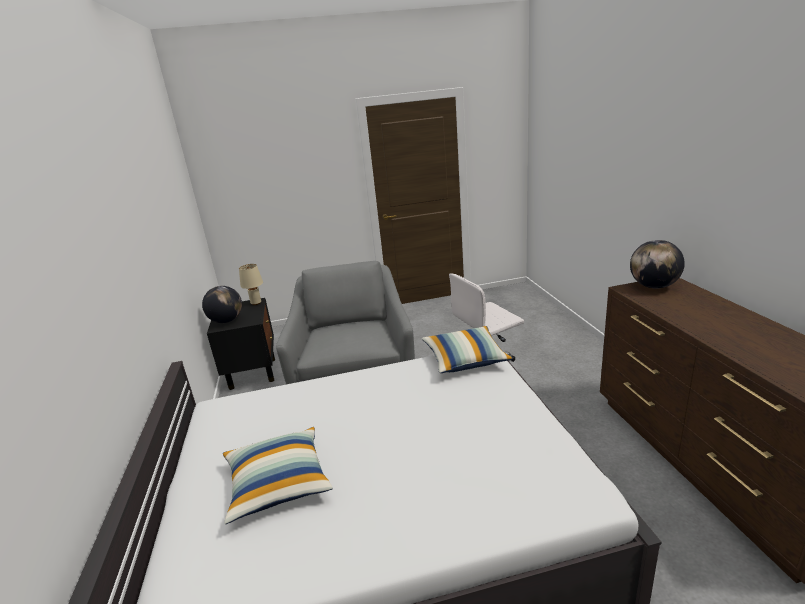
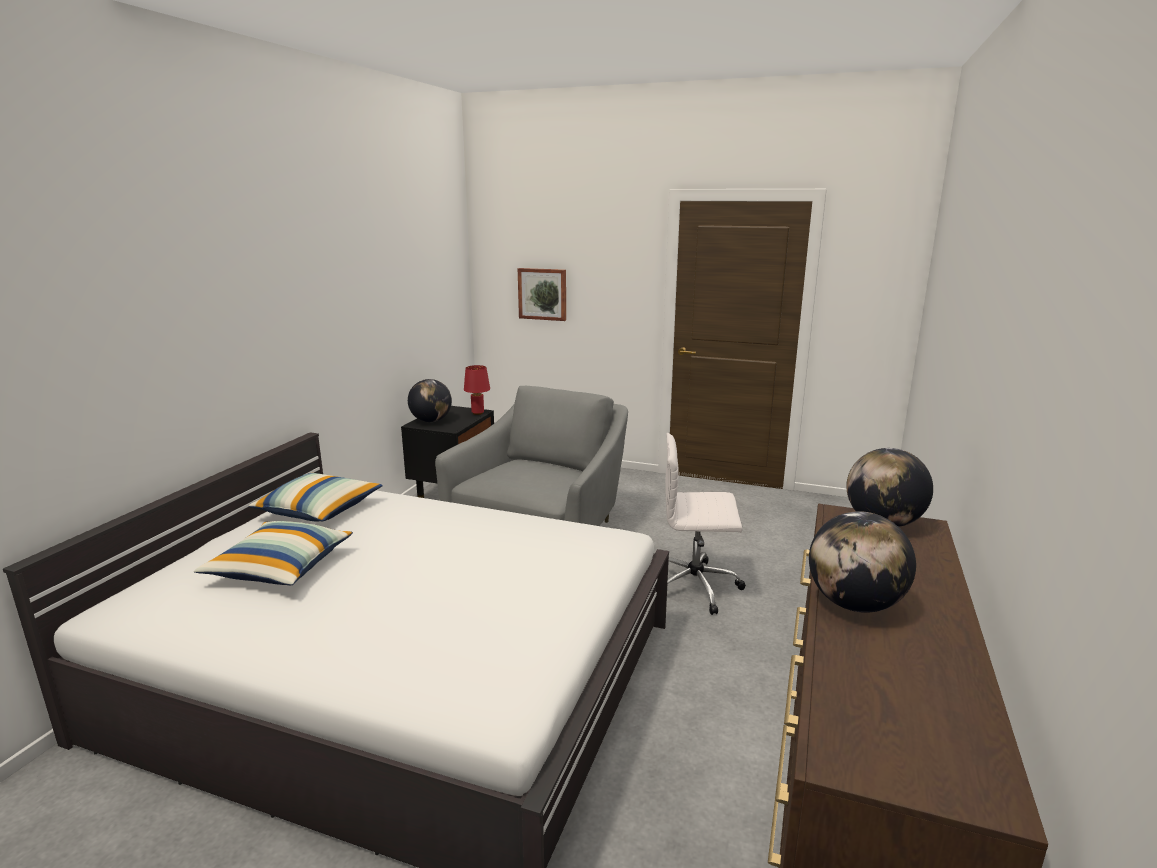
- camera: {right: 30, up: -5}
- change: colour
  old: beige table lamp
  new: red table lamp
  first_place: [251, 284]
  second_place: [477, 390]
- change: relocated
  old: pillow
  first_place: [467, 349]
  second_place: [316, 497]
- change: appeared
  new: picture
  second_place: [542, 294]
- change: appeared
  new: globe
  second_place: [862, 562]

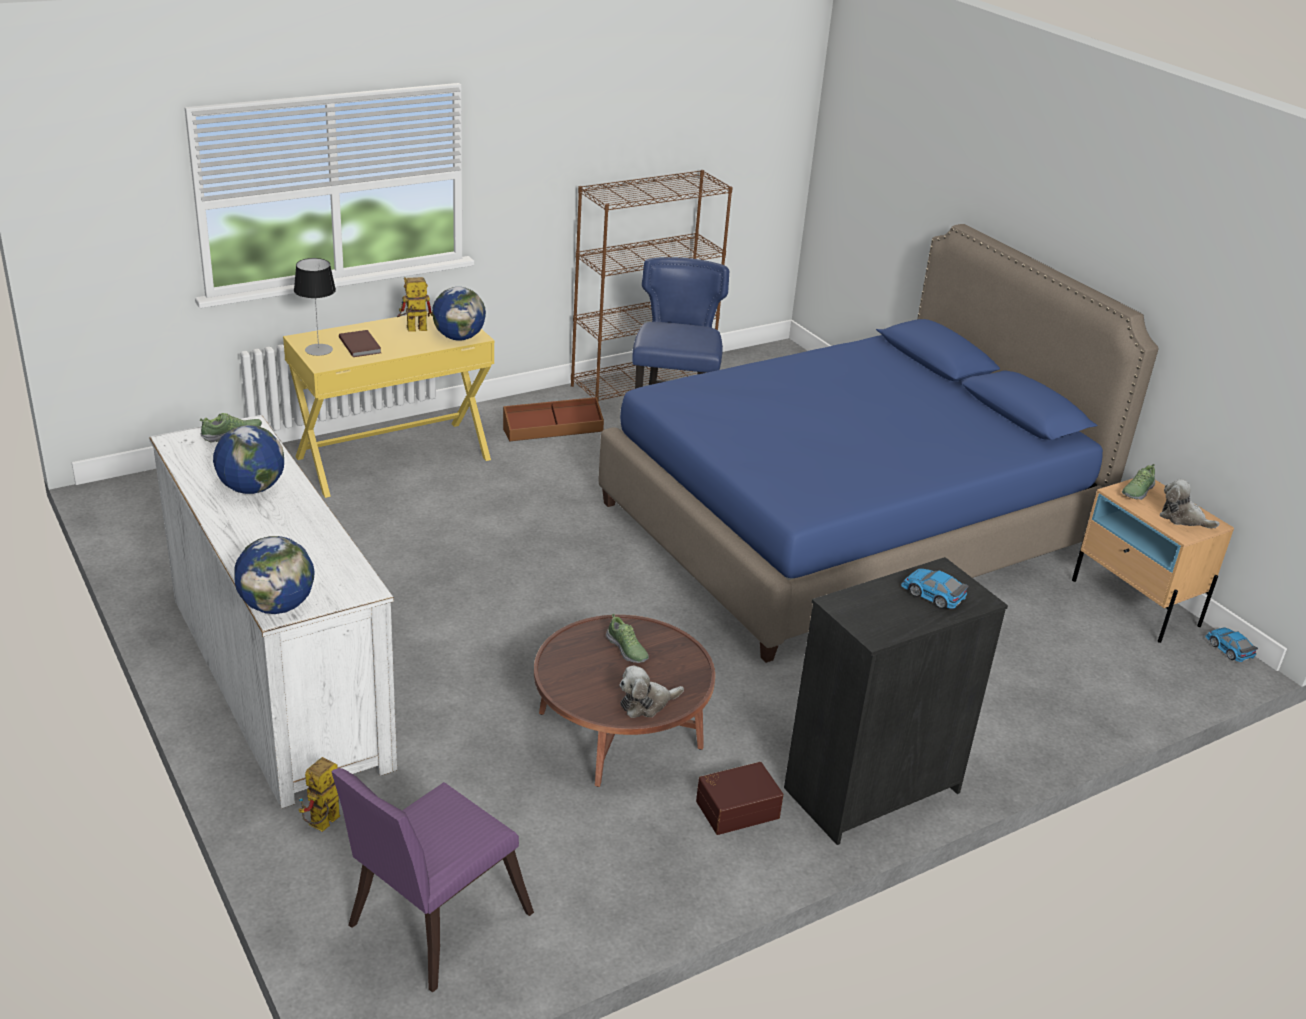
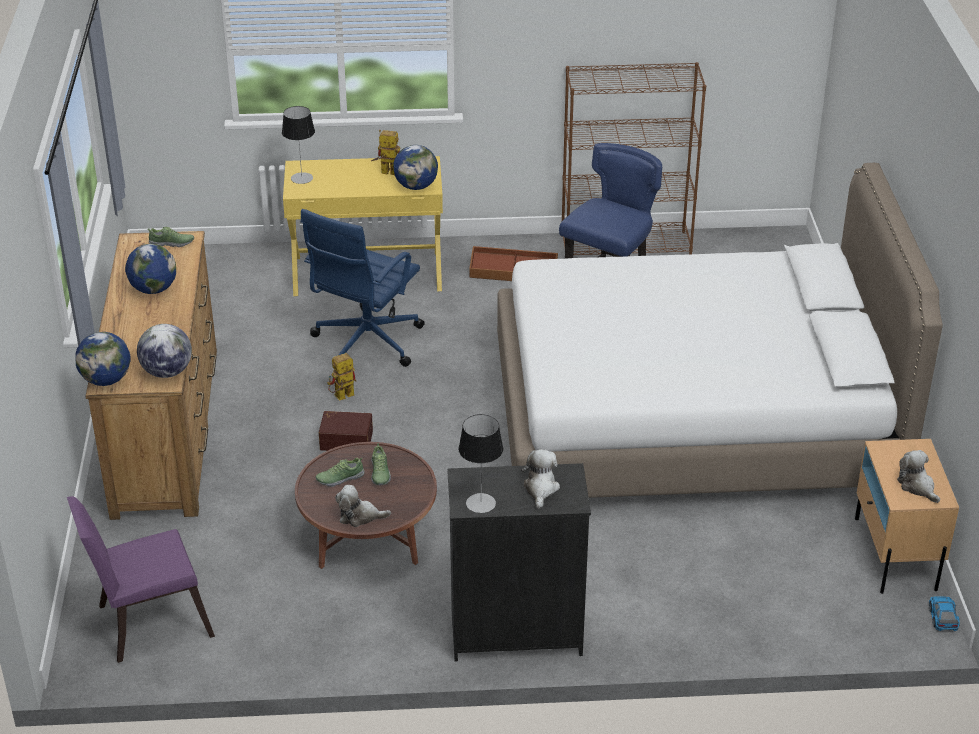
- camera: {right: 30, up: 5}
- change: colour
  old: white dresser
  new: brown dresser
  first_place: [273, 611]
  second_place: [151, 375]
- change: relocated
  old: toy robot
  first_place: [319, 794]
  second_place: [342, 377]
- change: missing
  old: brown book
  first_place: [360, 343]
- change: colour
  old: blue bed
  new: white bed
  first_place: [878, 443]
  second_place: [720, 330]
- change: relocated
  old: brown storage box
  first_place: [739, 798]
  second_place: [346, 431]
- change: exchanged
  old: toy car
  new: plush toy
  first_place: [934, 588]
  second_place: [540, 479]
- change: relocated
  old: shoe
  first_place: [1138, 482]
  second_place: [340, 472]
- change: appeared
  new: globe
  second_place: [164, 351]
- change: appeared
  new: blue office chair
  second_place: [363, 288]
- change: appeared
  new: table lamp
  second_place: [480, 463]

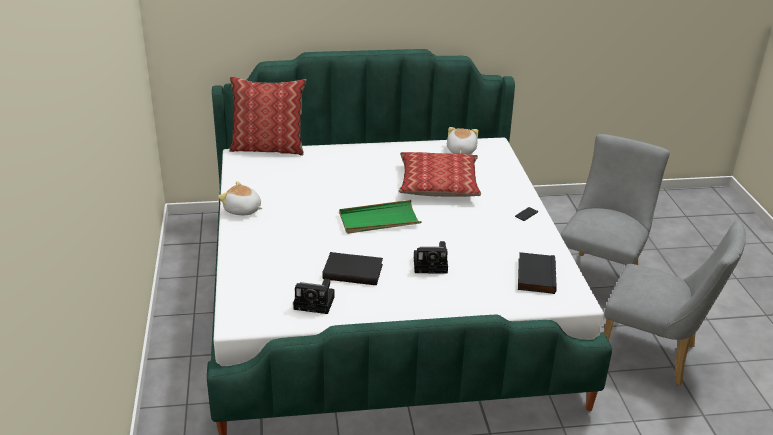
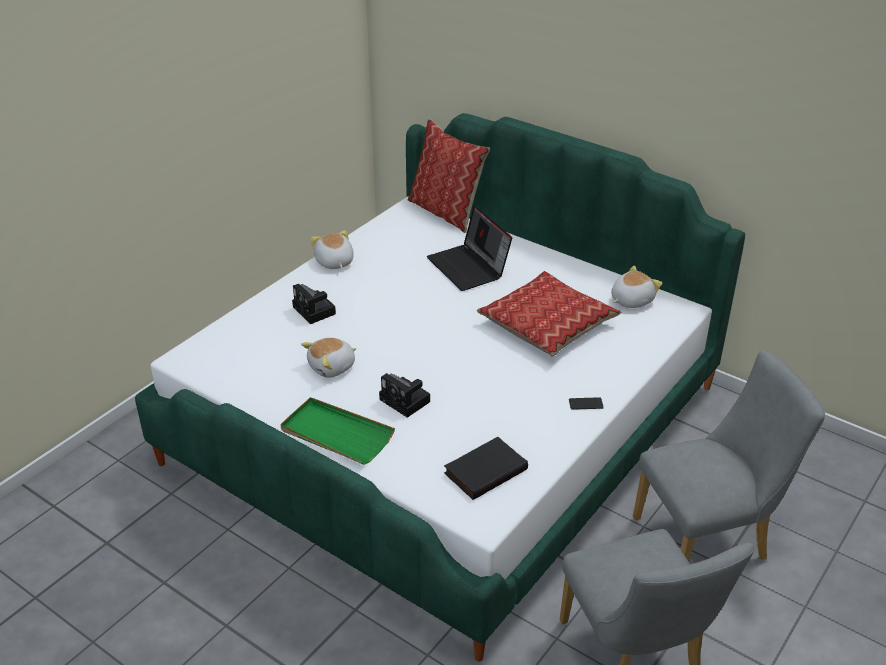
- camera: {right: 45, up: 5}
- change: relocated
  old: photo camera
  first_place: [314, 296]
  second_place: [314, 304]
- change: exchanged
  old: black book
  new: plush toy
  first_place: [352, 268]
  second_place: [329, 358]
- change: relocated
  old: green tray
  first_place: [380, 217]
  second_place: [338, 431]
- change: appeared
  new: laptop
  second_place: [469, 248]

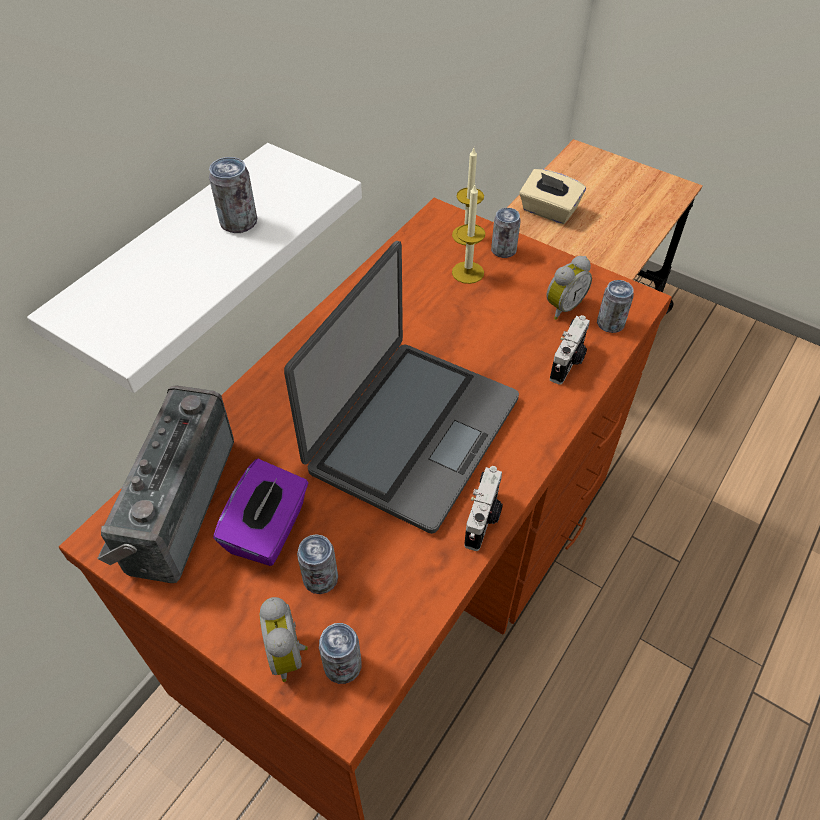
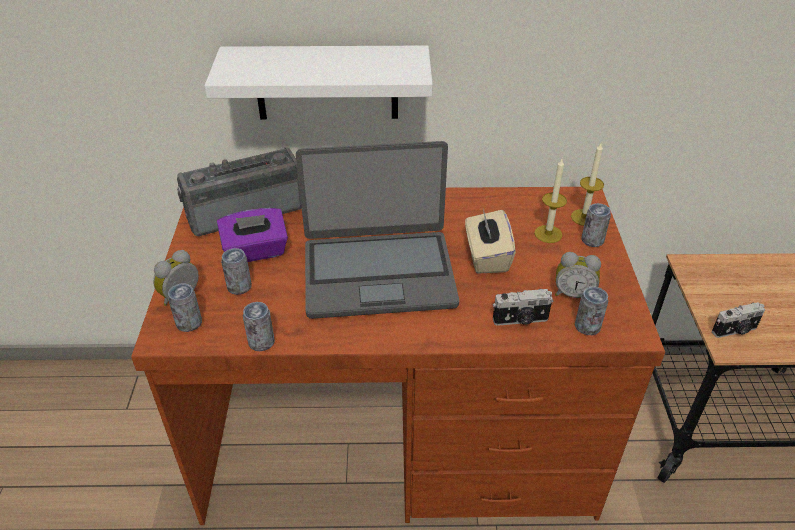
- camera: {right: 55, up: -10}
- change: relocated
  old: can
  first_place: [233, 195]
  second_place: [259, 326]
- change: relocated
  old: photo camera
  first_place: [483, 508]
  second_place: [739, 320]
- change: relocated
  old: beige tissue box
  first_place: [552, 196]
  second_place: [490, 241]

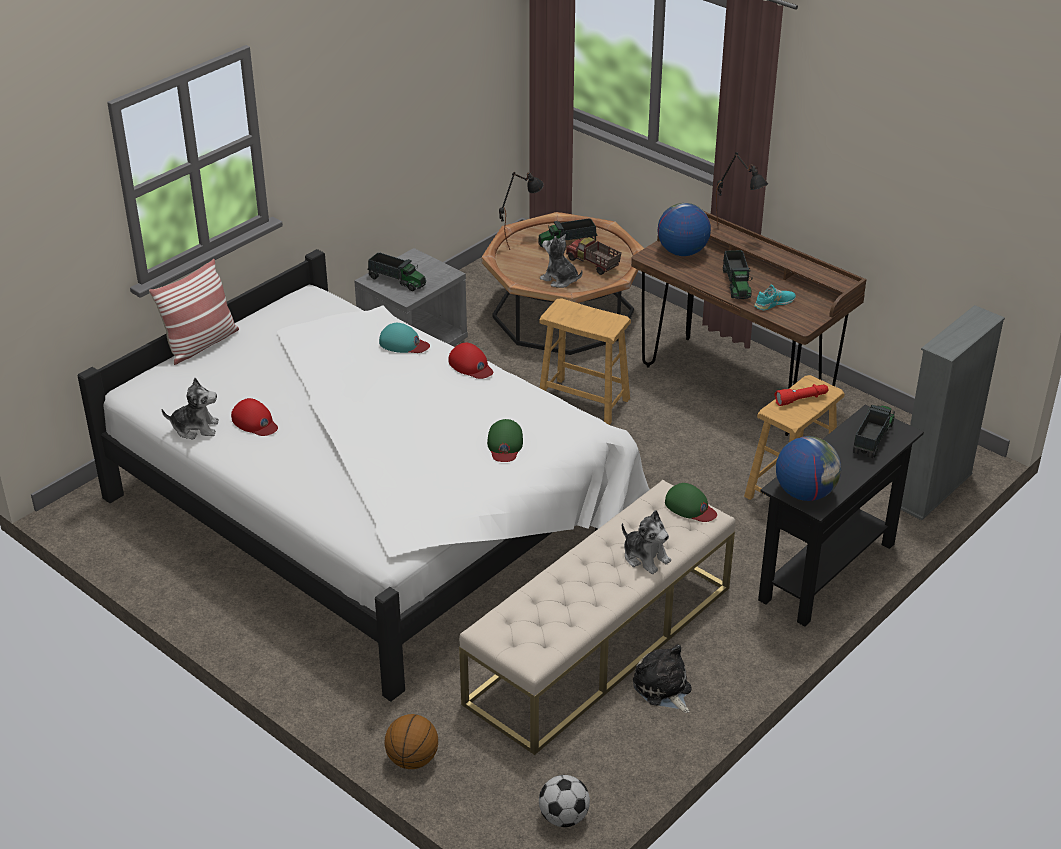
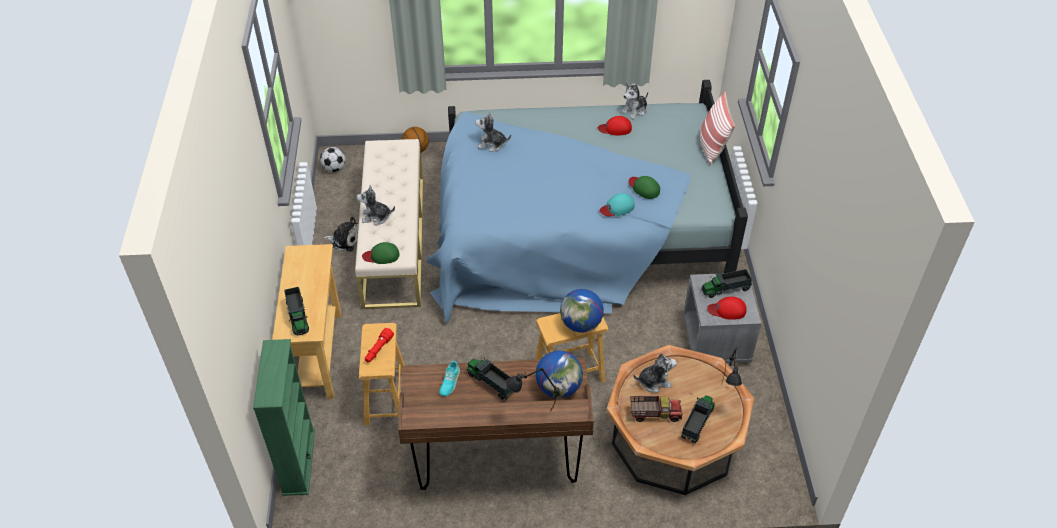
- camera: {right: 135, up: 10}
- change: colour
  old: white bed
  new: blue bed
  first_place: [363, 475]
  second_place: [587, 201]
- change: relocated
  old: red cap
  first_place: [470, 360]
  second_place: [726, 308]
- change: relocated
  old: green cap
  first_place: [505, 440]
  second_place: [644, 187]
- change: colour
  old: black console table
  new: beige console table
  first_place: [841, 515]
  second_place: [306, 321]
- change: relocated
  old: globe
  first_place: [808, 468]
  second_place: [582, 311]
- change: colour
  old: grey bookcase
  new: green bookcase
  first_place: [953, 412]
  second_place: [284, 417]
- change: appeared
  new: plush toy
  second_place: [493, 131]

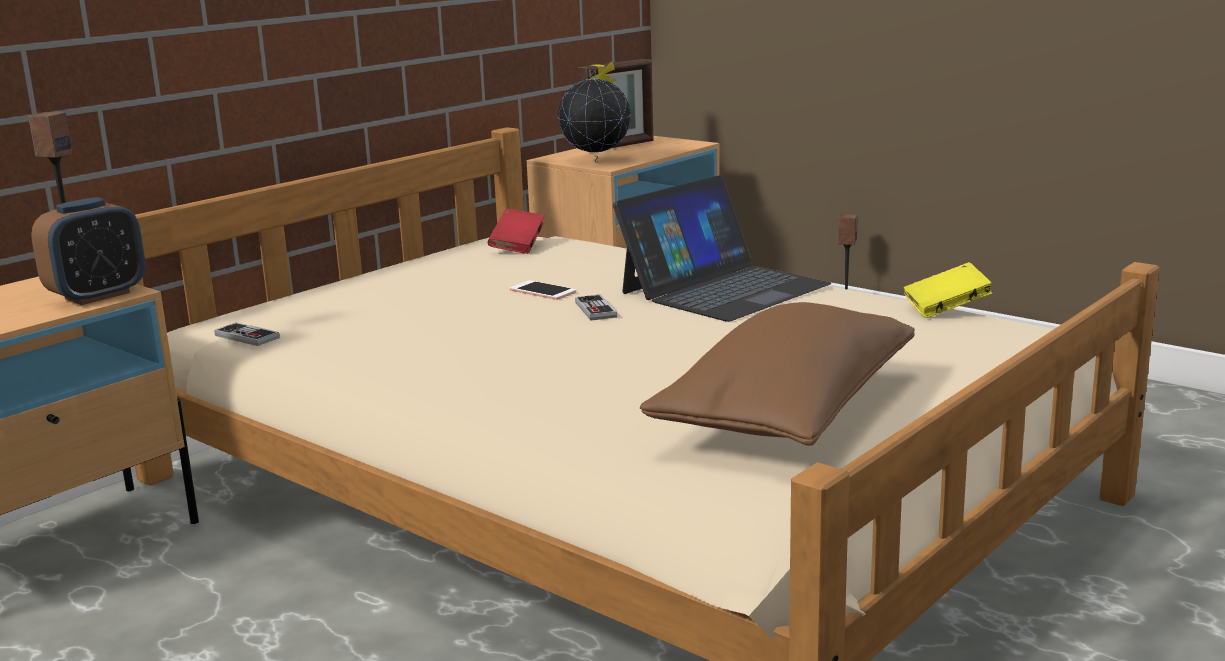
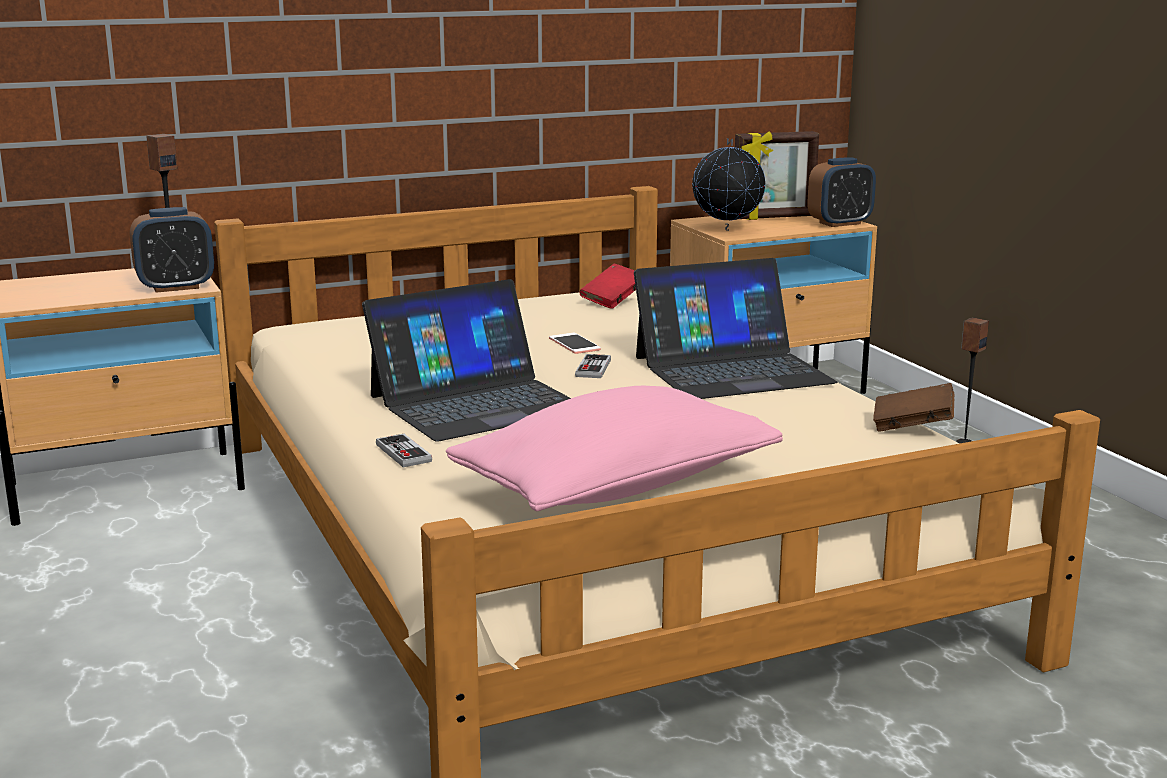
- camera: {right: 25, up: 0}
- change: relocated
  old: game controller
  first_place: [247, 334]
  second_place: [404, 450]
- change: colour
  old: brown pillow
  new: pink pillow
  first_place: [777, 374]
  second_place: [614, 448]
- change: colour
  old: yellow book
  new: brown book
  first_place: [948, 290]
  second_place: [914, 407]
- change: appeared
  new: laptop
  second_place: [466, 360]
- change: appeared
  new: alarm clock
  second_place: [841, 192]

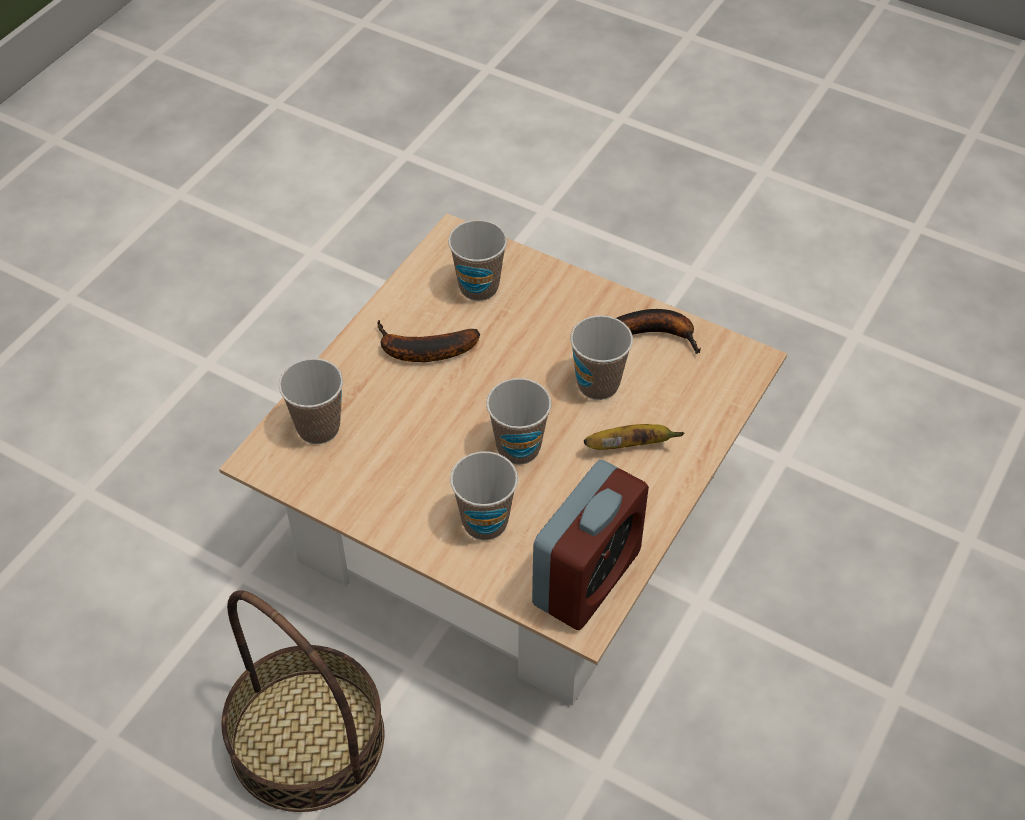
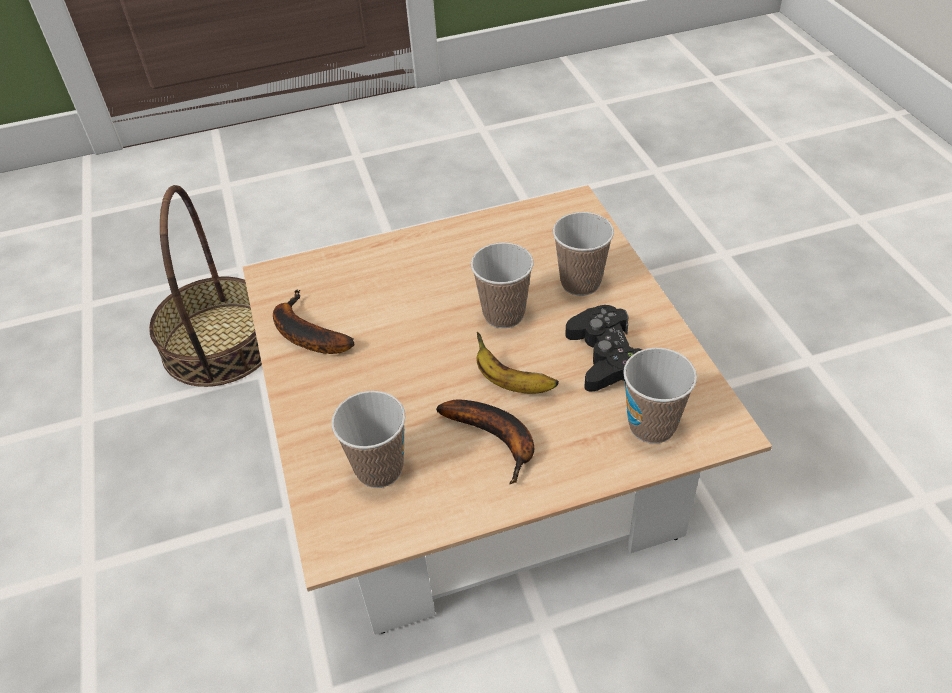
- camera: {right: -135, up: -5}
- change: relocated
  old: basket
  first_place: [303, 701]
  second_place: [205, 286]
- change: missing
  old: alarm clock
  first_place: [590, 545]
- change: missing
  old: cup
  first_place: [601, 357]
- change: relocated
  old: banana
  first_place: [634, 437]
  second_place: [517, 363]
- change: appeared
  new: black game controller
  second_place: [603, 348]

